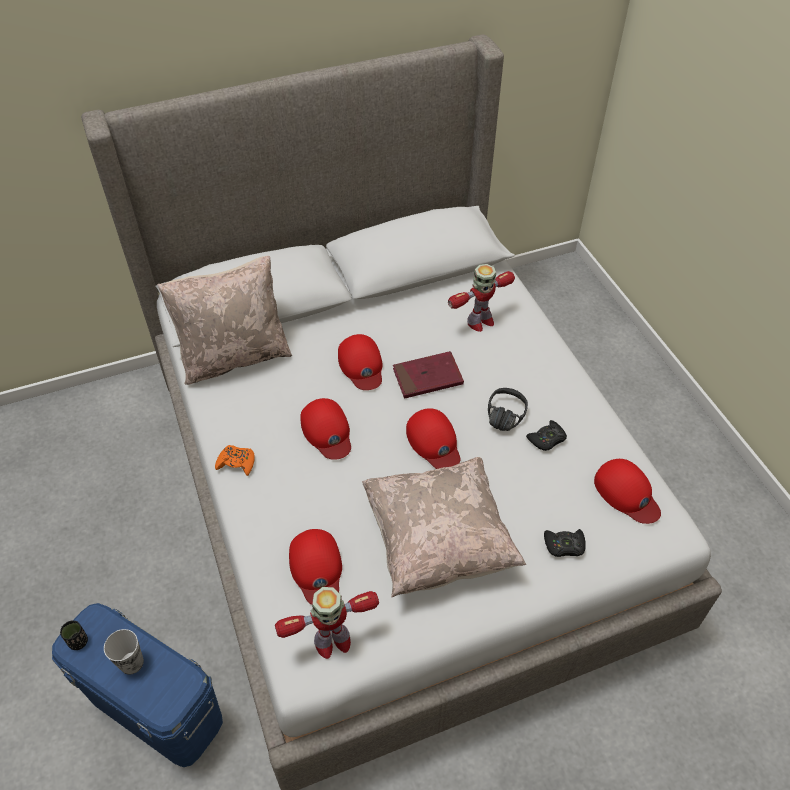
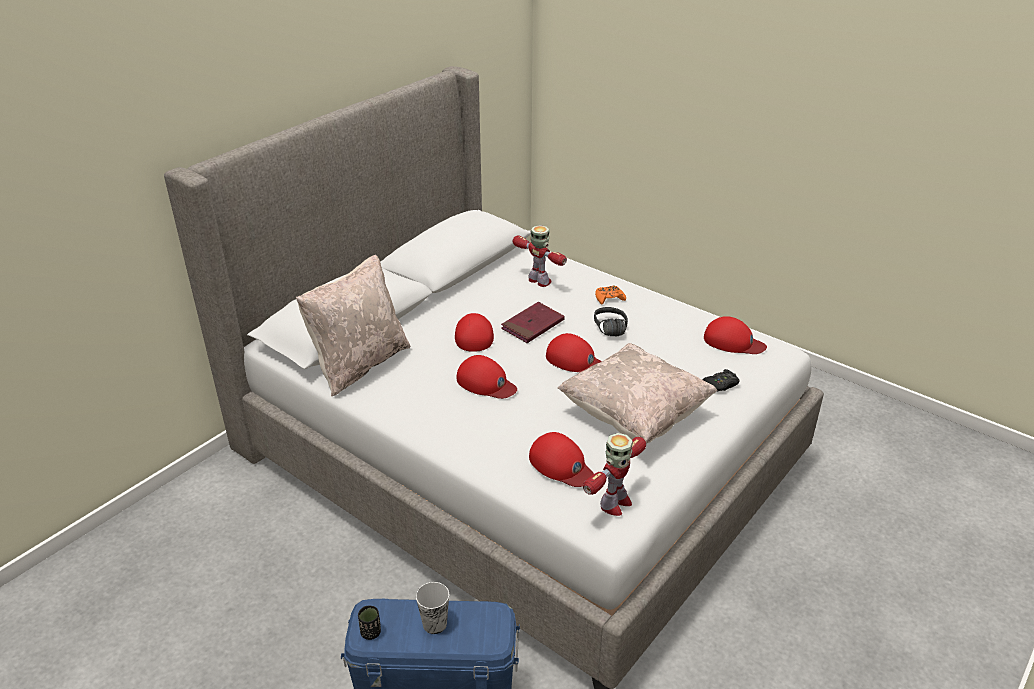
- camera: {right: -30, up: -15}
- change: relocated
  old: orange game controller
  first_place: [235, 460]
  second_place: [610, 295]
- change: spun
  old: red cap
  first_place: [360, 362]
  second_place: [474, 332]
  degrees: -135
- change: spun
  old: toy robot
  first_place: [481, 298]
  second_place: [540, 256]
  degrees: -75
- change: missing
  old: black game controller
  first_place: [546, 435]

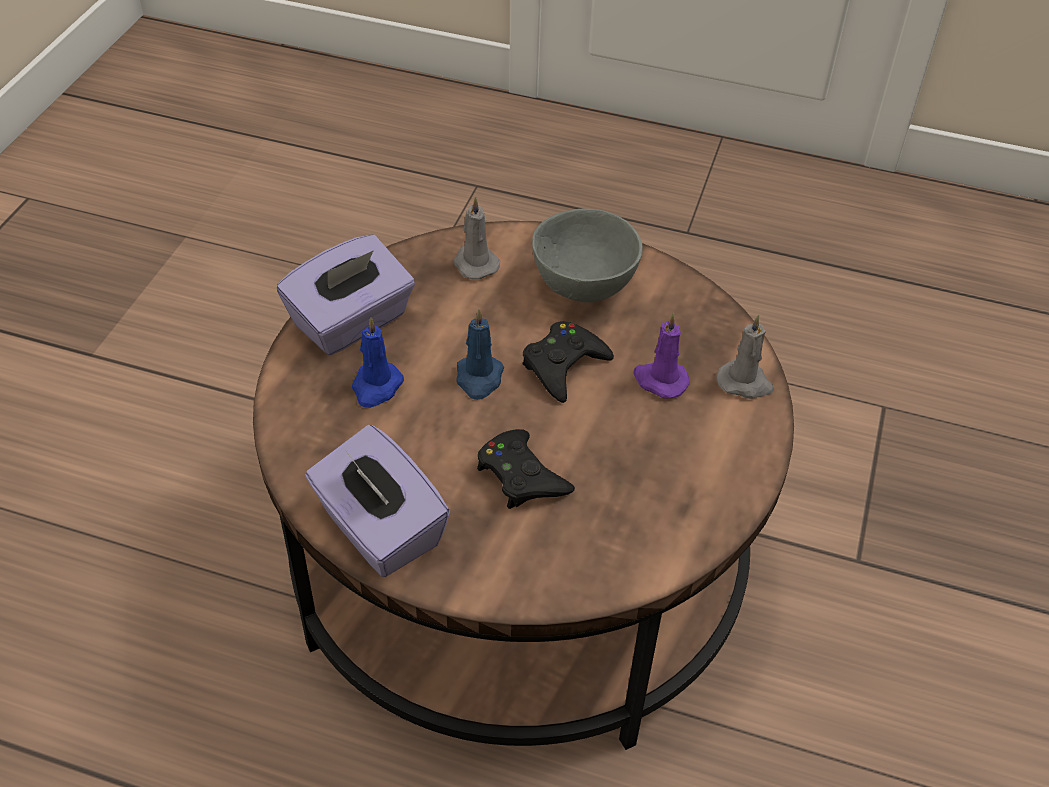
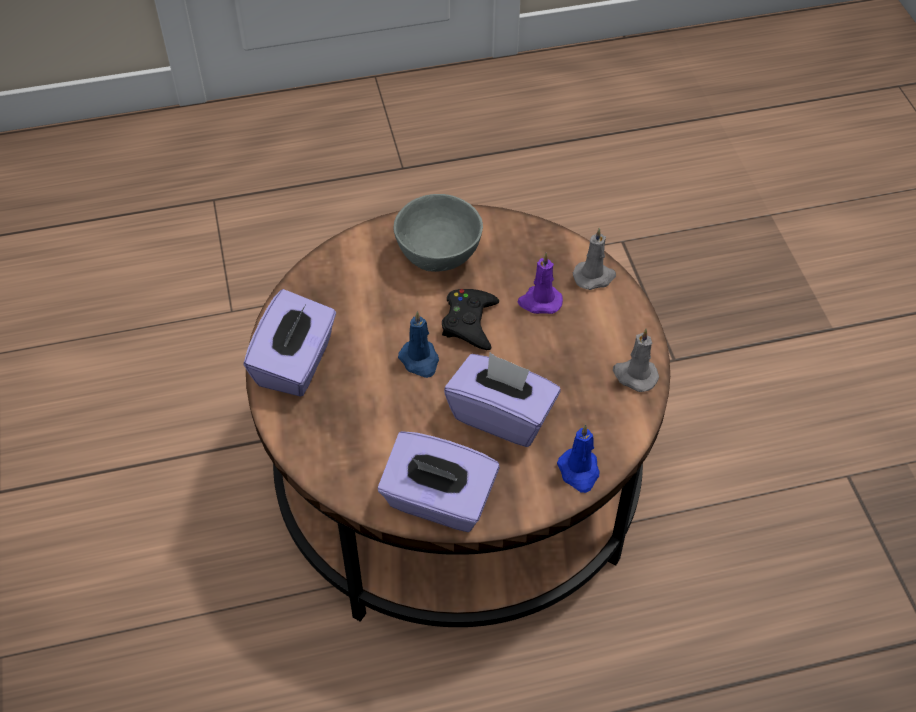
- camera: {right: -30, up: 5}
- change: relocated
  old: blue candle
  first_place: [378, 362]
  second_place: [578, 459]
- change: relocated
  old: grey candle
  first_place: [476, 238]
  second_place: [636, 360]
- change: exchanged
  old: black game controller
  new: purple tissue box
  first_place: [526, 469]
  second_place: [502, 400]

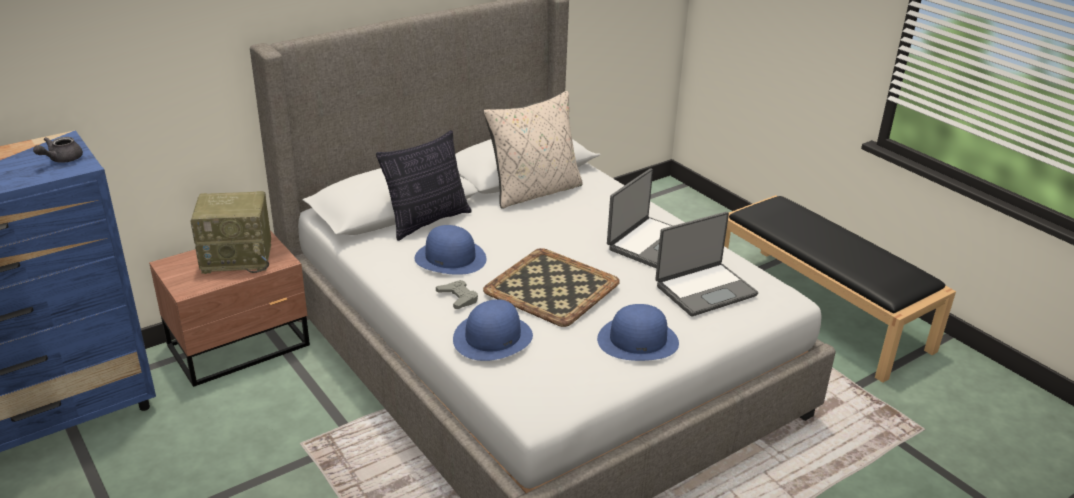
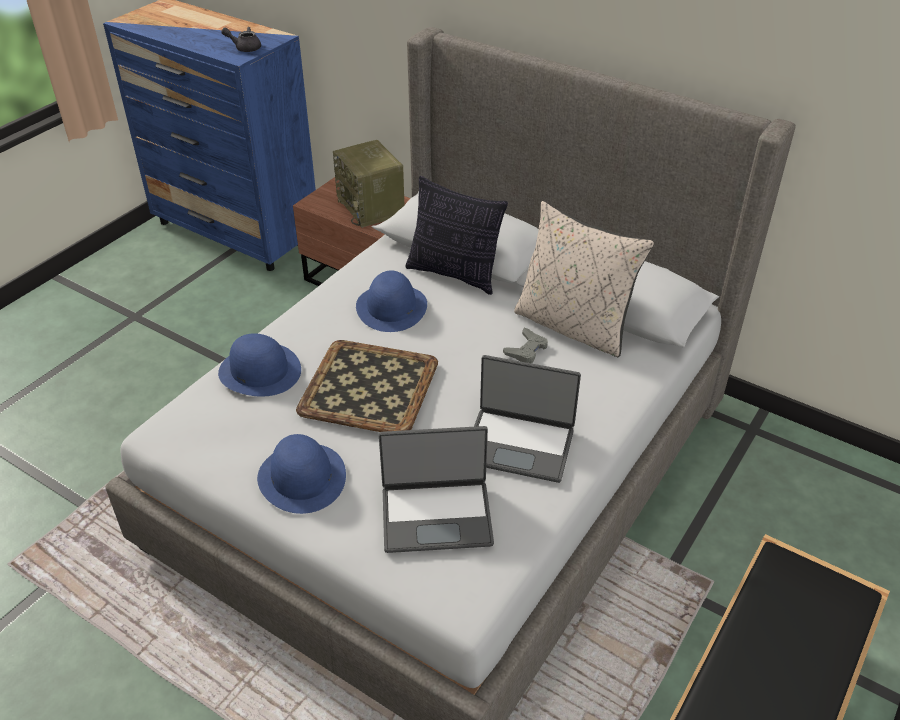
- camera: {right: 70, up: 10}
- change: relocated
  old: grey game controller
  first_place: [457, 294]
  second_place: [525, 345]
- change: spun
  old: laptop
  first_place: [706, 264]
  second_place: [436, 489]
  degrees: -45

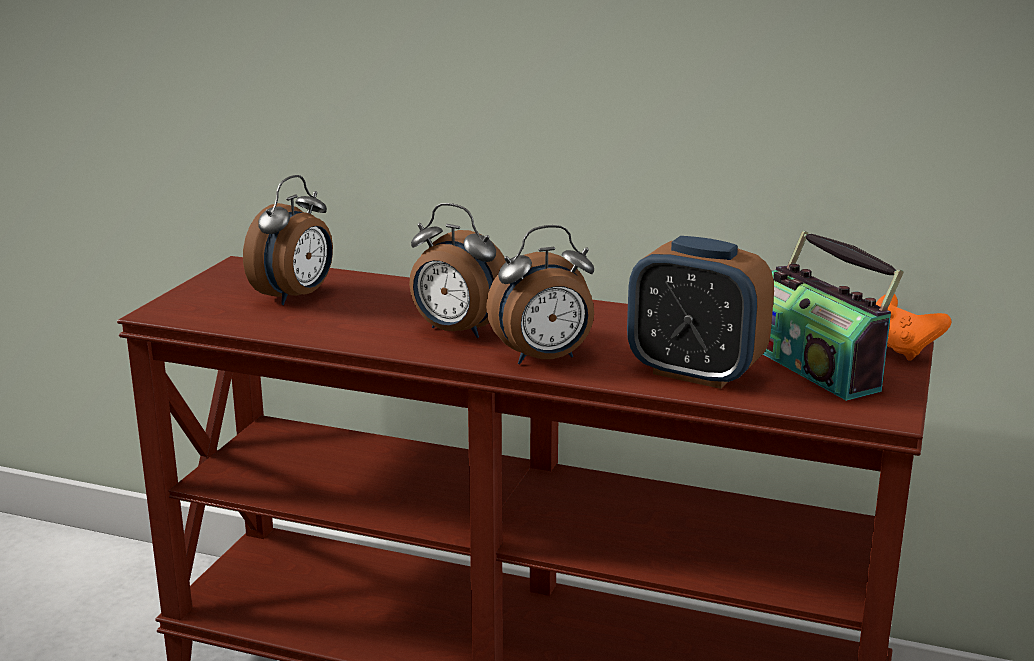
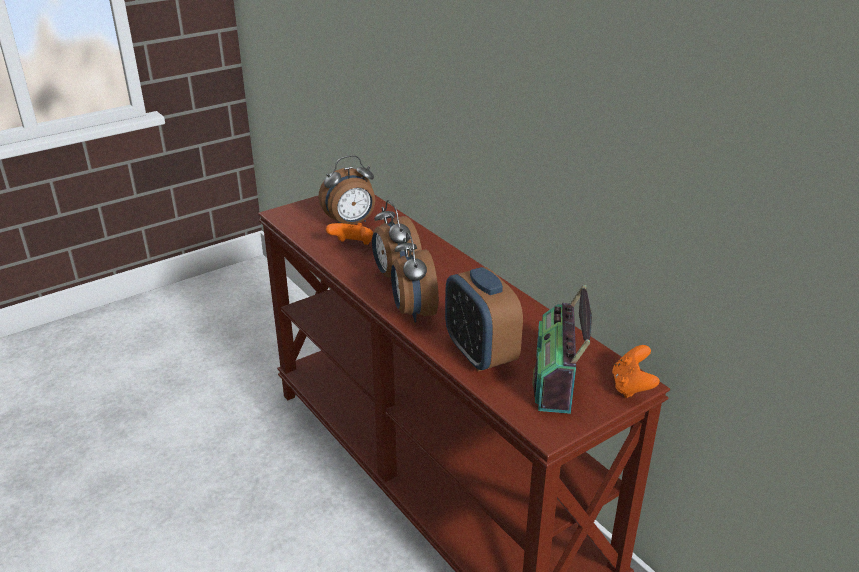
- camera: {right: 35, up: 10}
- change: spun
  old: alarm clock
  first_place: [540, 294]
  second_place: [415, 277]
  degrees: 60
- change: appeared
  new: orange game controller
  second_place: [349, 234]

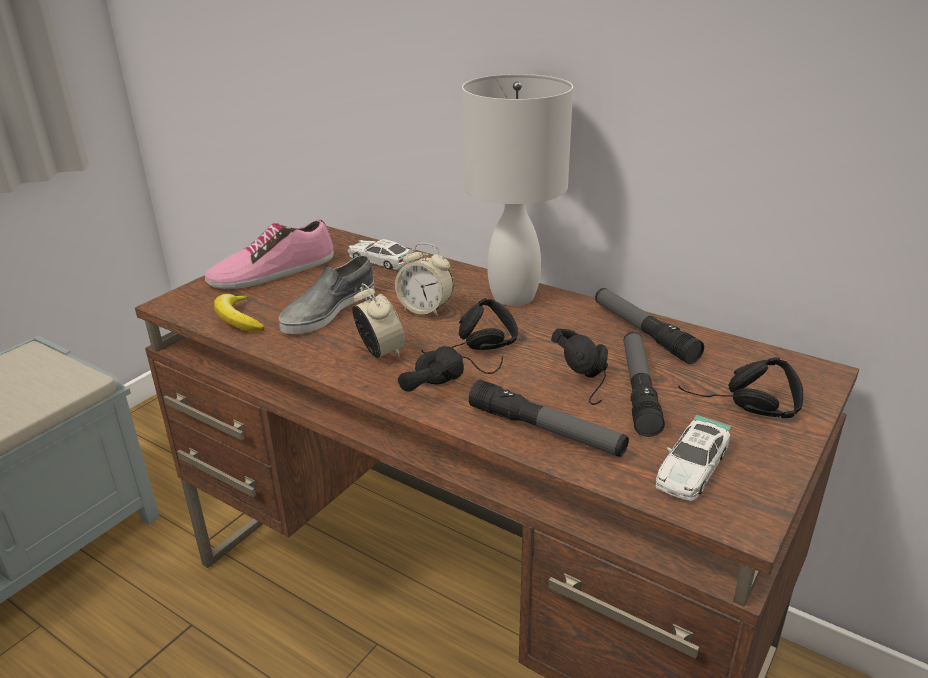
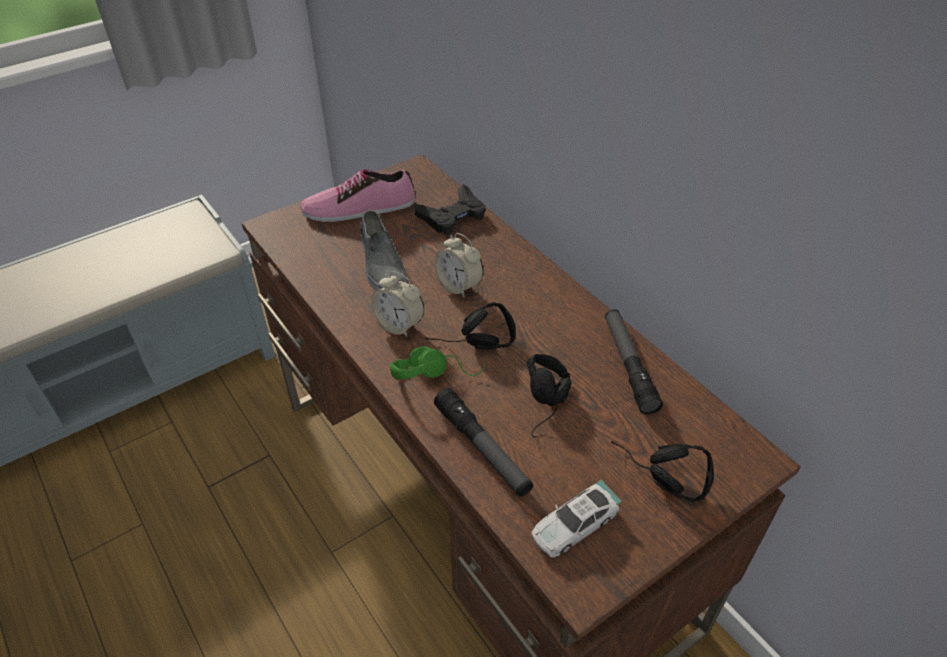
- camera: {right: 20, up: 15}
- change: missing
  old: banana
  first_place: [239, 313]
- change: spun
  old: grey shoe
  first_place: [327, 294]
  second_place: [383, 250]
  degrees: -75
- change: exchanged
  old: toy car
  new: black game controller
  first_place: [381, 254]
  second_place: [450, 209]
- change: spun
  old: alarm clock
  first_place: [379, 320]
  second_place: [397, 304]
  degrees: 135
- change: colour
  old: black headphones
  new: green headphones
  first_place: [450, 369]
  second_place: [437, 363]
- change: missing
  old: white table lamp
  first_place: [517, 190]
- change: missing
  old: flashlight
  first_place: [644, 384]

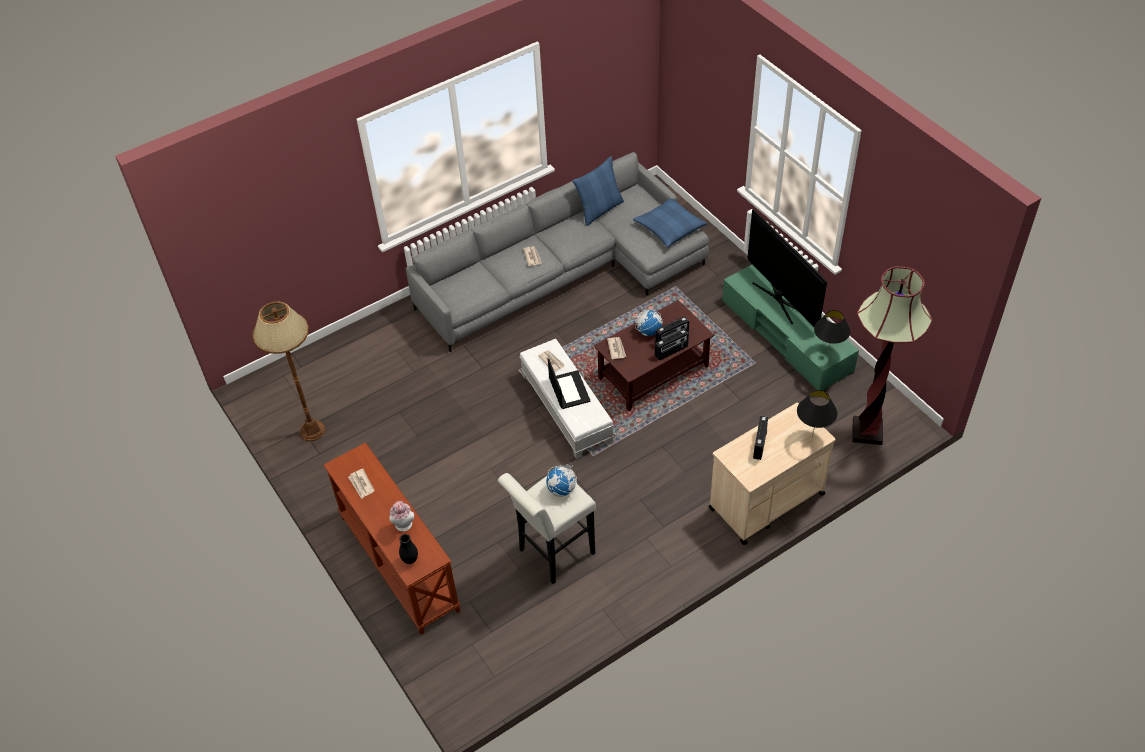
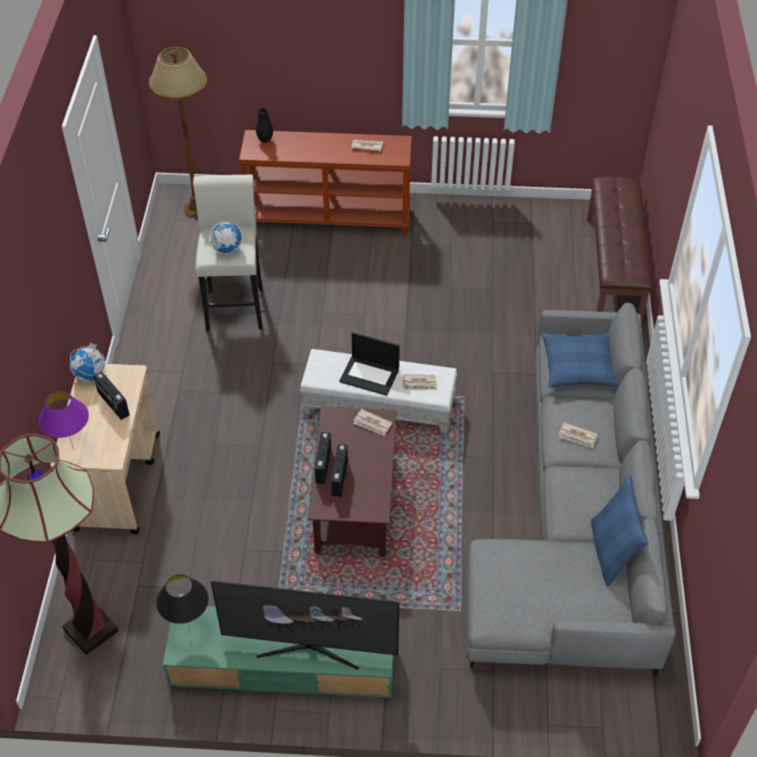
- camera: {right: 125, up: 0}
- change: relocated
  old: brown floor lamp
  first_place: [289, 371]
  second_place: [178, 132]
- change: missing
  old: hat
  first_place: [401, 516]
- change: relocated
  old: blue pillow
  first_place: [670, 223]
  second_place: [581, 360]
- change: relocated
  old: globe
  first_place: [649, 321]
  second_place: [87, 362]
- change: colour
  old: black table lamp
  new: purple table lamp
  first_place: [817, 414]
  second_place: [64, 420]
- change: appeared
  new: brown bench
  second_place: [619, 251]

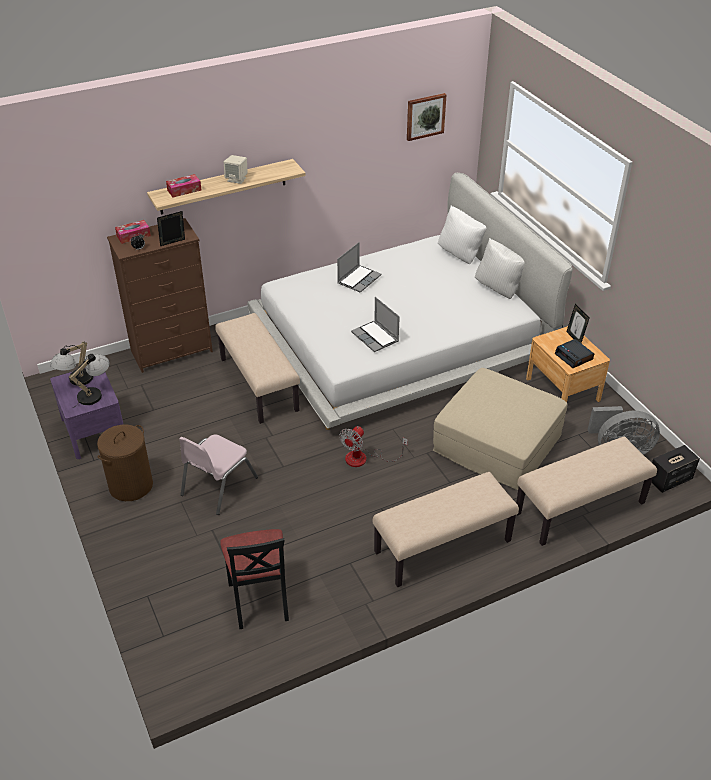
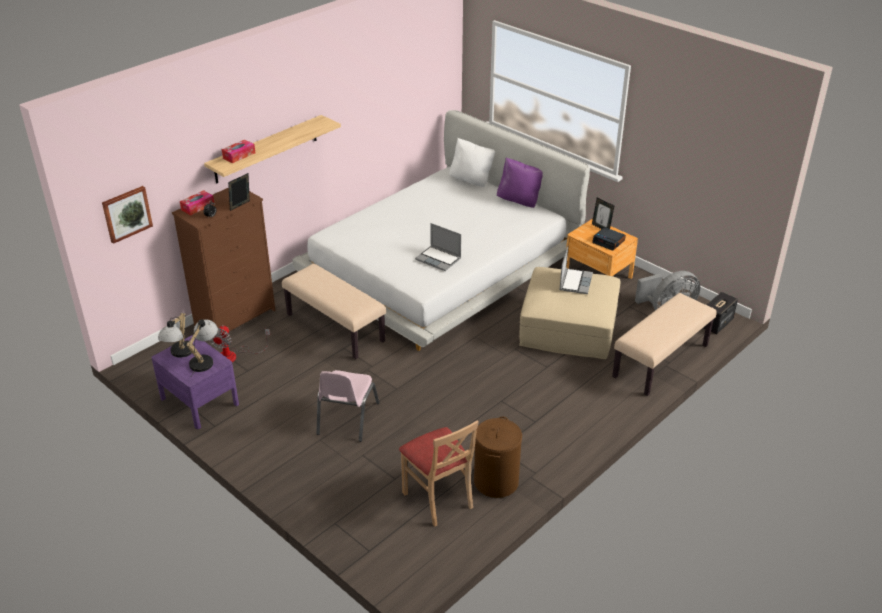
- camera: {right: -20, up: -5}
- change: relocated
  old: brown laundry basket
  first_place: [125, 462]
  second_place: [498, 457]
- change: colour
  old: black chair
  new: beige chair
  first_place: [254, 579]
  second_place: [439, 473]
- change: missing
  old: beige speaker
  first_place: [236, 169]
- change: relocated
  old: laptop
  first_place: [359, 267]
  second_place: [576, 270]
- change: relocated
  old: fan
  first_place: [373, 446]
  second_place: [239, 343]
- change: missing
  old: beige bench
  first_place: [446, 529]
- change: relocated
  old: picture
  first_place: [426, 117]
  second_place: [127, 215]
- change: colour
  old: white pillow
  new: purple pillow
  first_place: [499, 268]
  second_place: [520, 183]

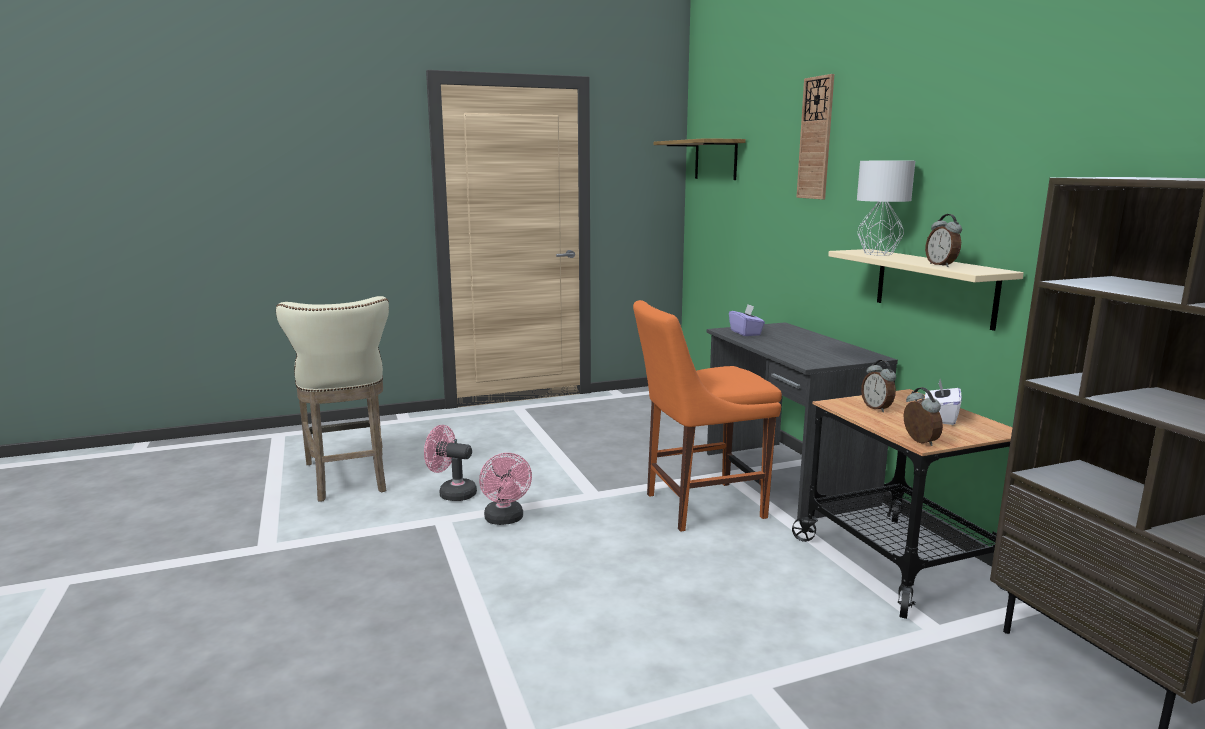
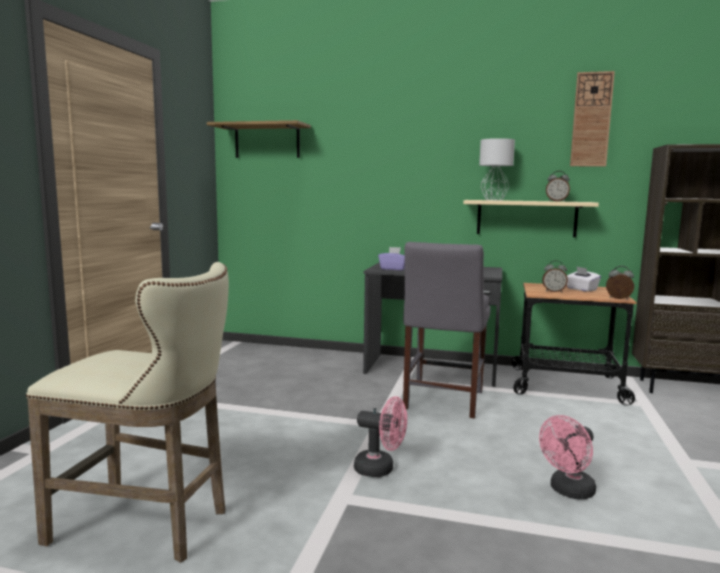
- camera: {right: -55, up: -5}
- change: relocated
  old: pink fan
  first_place: [450, 463]
  second_place: [567, 457]
- change: colour
  old: orange chair
  new: grey chair
  first_place: [707, 416]
  second_place: [447, 330]
- change: relocated
  old: wall clock
  first_place: [815, 136]
  second_place: [592, 118]

